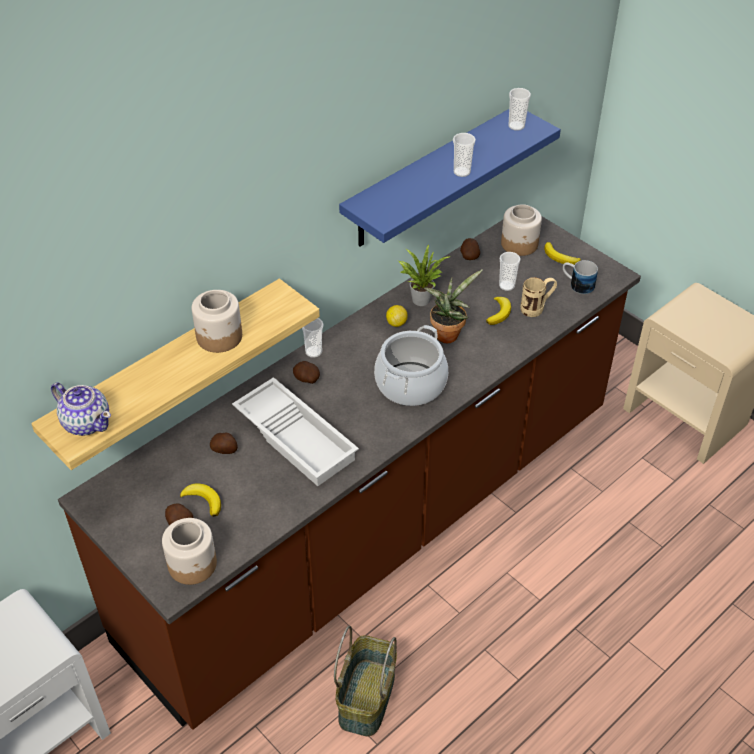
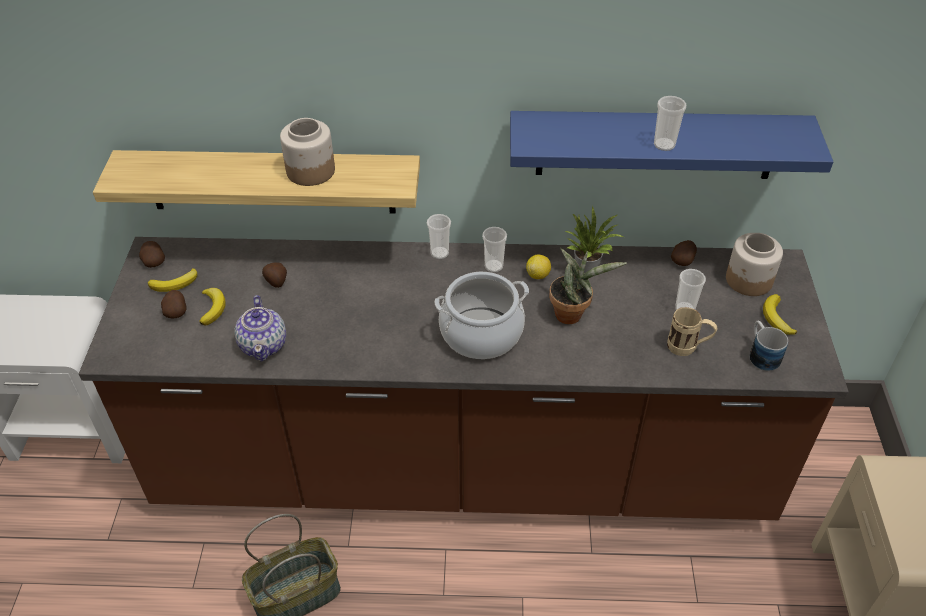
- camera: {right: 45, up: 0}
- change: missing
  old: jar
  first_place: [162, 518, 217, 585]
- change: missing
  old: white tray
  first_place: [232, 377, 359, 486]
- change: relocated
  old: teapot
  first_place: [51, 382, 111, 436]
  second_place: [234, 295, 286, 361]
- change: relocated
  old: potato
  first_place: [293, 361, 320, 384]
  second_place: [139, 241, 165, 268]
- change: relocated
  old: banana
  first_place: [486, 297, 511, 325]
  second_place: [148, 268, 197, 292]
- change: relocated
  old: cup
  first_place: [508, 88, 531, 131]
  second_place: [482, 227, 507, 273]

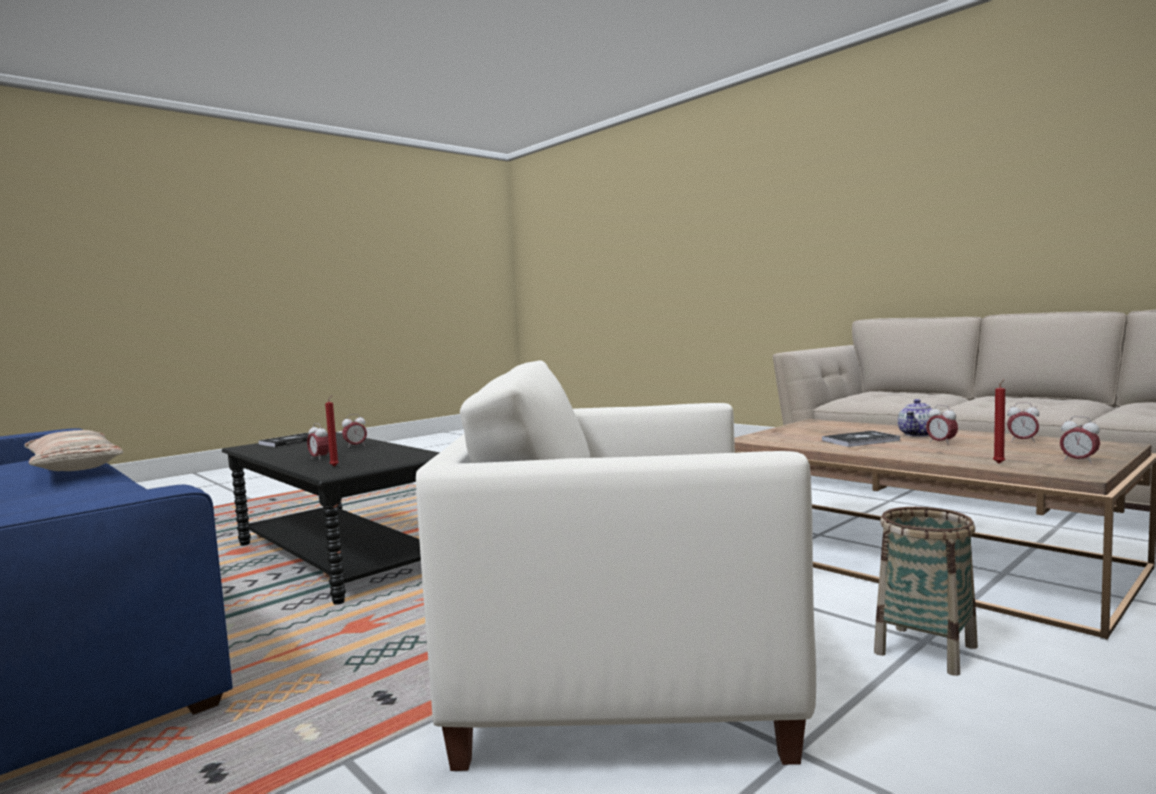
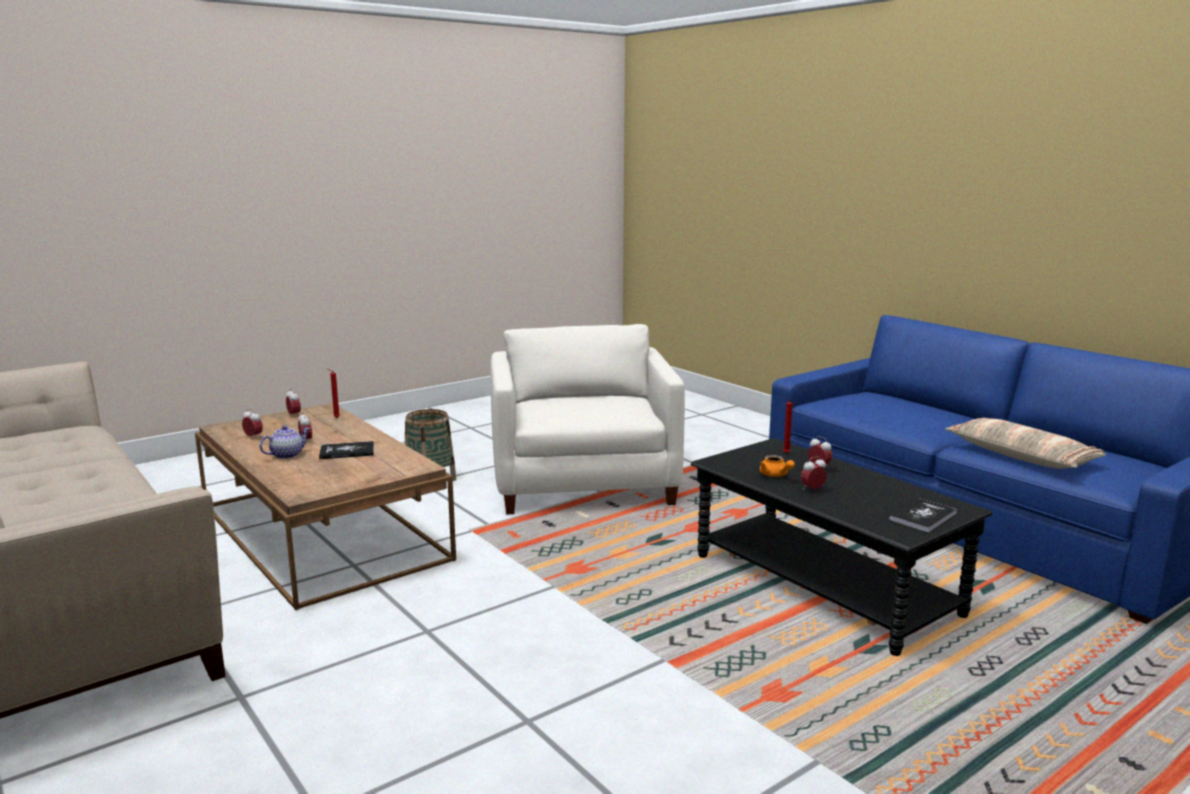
- camera: {right: -175, up: 10}
- change: appeared
  new: orange teapot
  second_place: [760, 455, 795, 477]
- change: spun
  old: white armchair
  first_place: [416, 361, 816, 771]
  second_place: [490, 324, 685, 515]
  degrees: -105

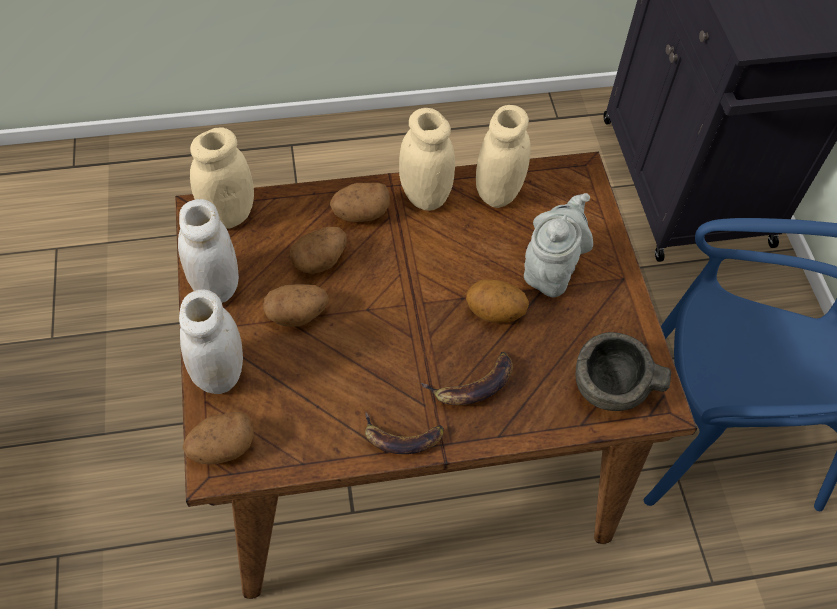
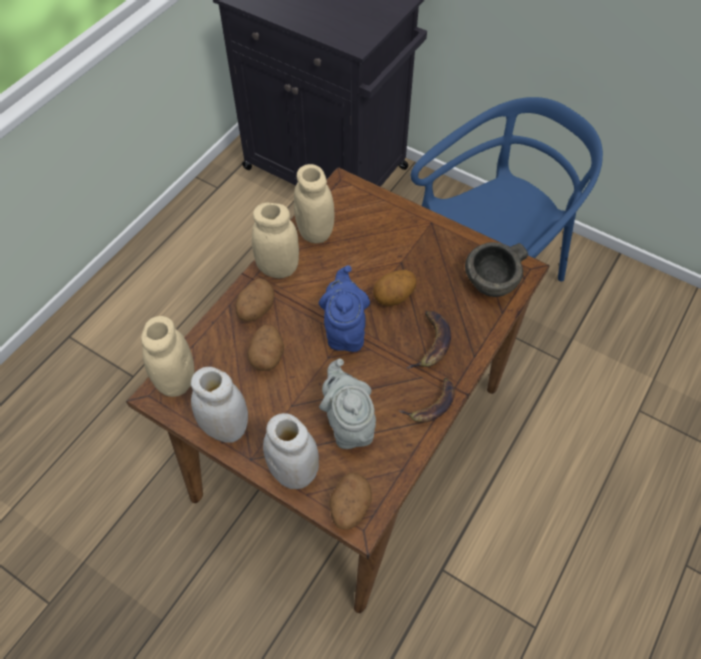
- camera: {right: -45, up: 0}
- change: missing
  old: potato
  first_place: [263, 284, 329, 327]
- change: appeared
  new: blue teapot
  second_place: [319, 265, 370, 352]
- change: relocated
  old: grey teapot
  first_place: [524, 193, 593, 298]
  second_place: [319, 359, 376, 449]

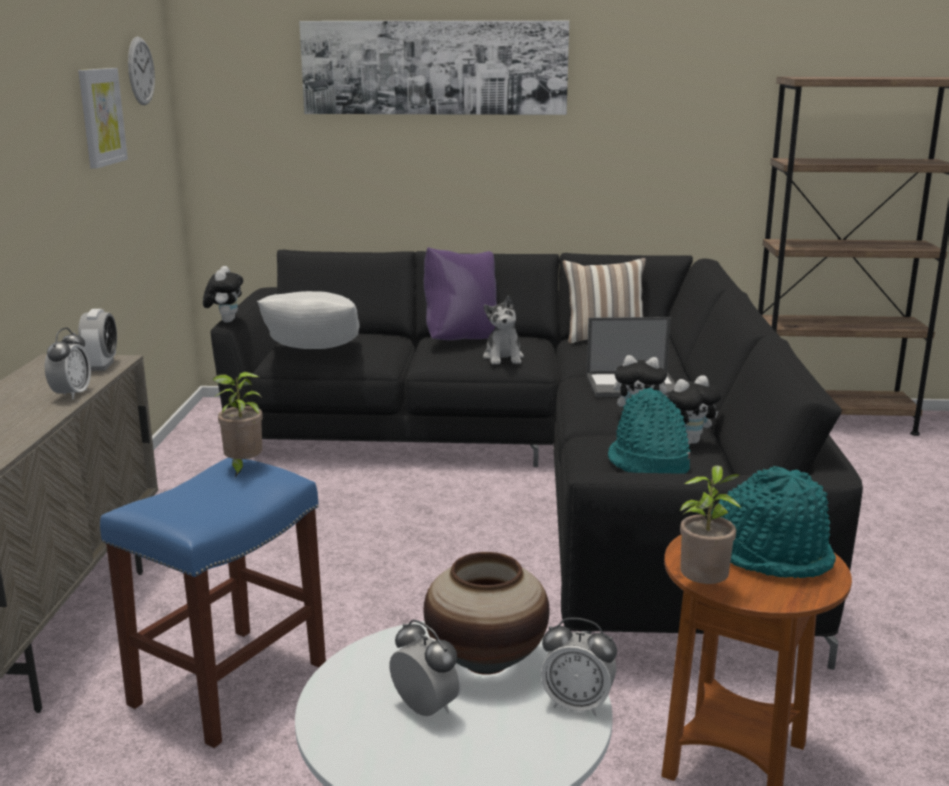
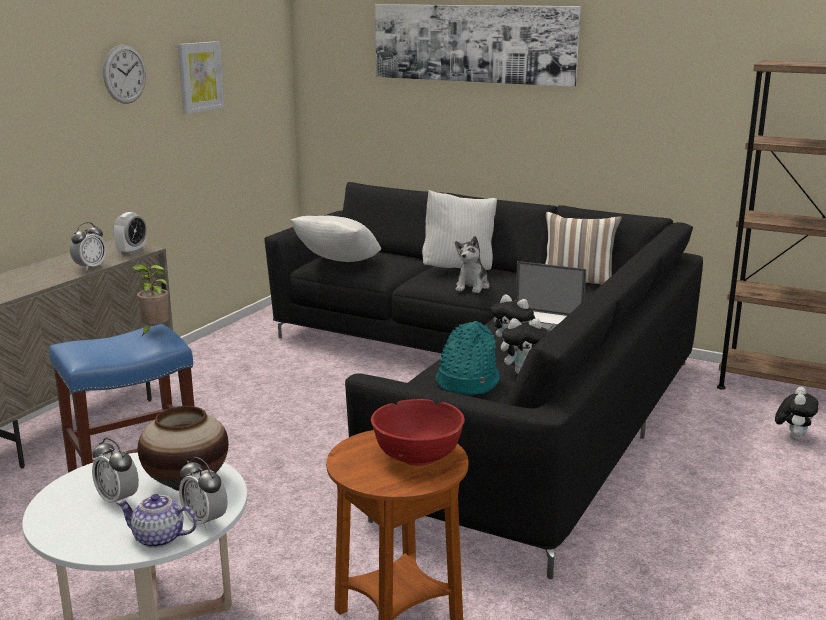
- camera: {right: 25, up: 0}
- change: missing
  old: potted plant
  first_place: [680, 465, 741, 584]
- change: appeared
  new: teapot
  second_place: [116, 494, 197, 548]
- change: relocated
  old: wall clock
  first_place: [128, 37, 155, 105]
  second_place: [103, 45, 146, 104]
- change: relocated
  old: plush toy
  first_place: [203, 266, 243, 323]
  second_place: [775, 387, 818, 440]
- change: exchanged
  old: turquoise hat
  new: red bowl
  first_place: [711, 466, 836, 578]
  second_place: [371, 399, 465, 466]
- change: colour
  old: purple pillow
  new: white pillow
  first_place: [424, 247, 497, 340]
  second_place: [422, 190, 497, 270]
- change: spun
  old: alarm clock
  first_place: [389, 619, 461, 716]
  second_place: [92, 438, 139, 508]
  degrees: 150

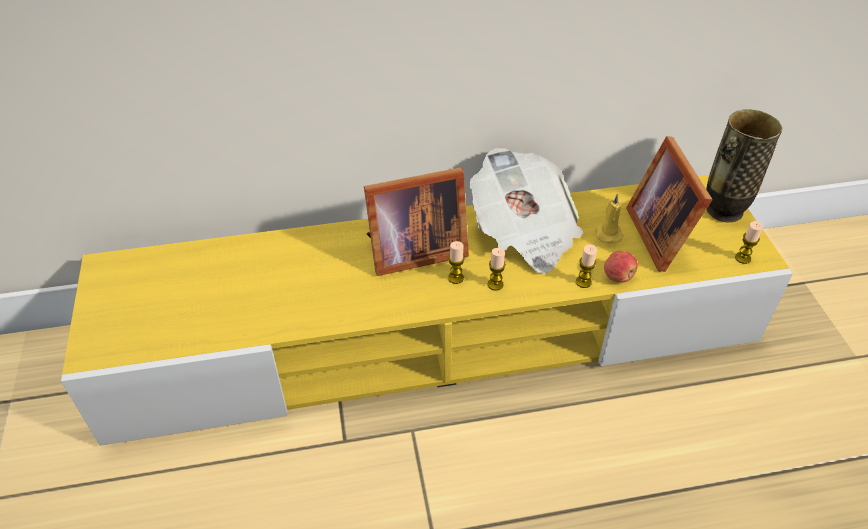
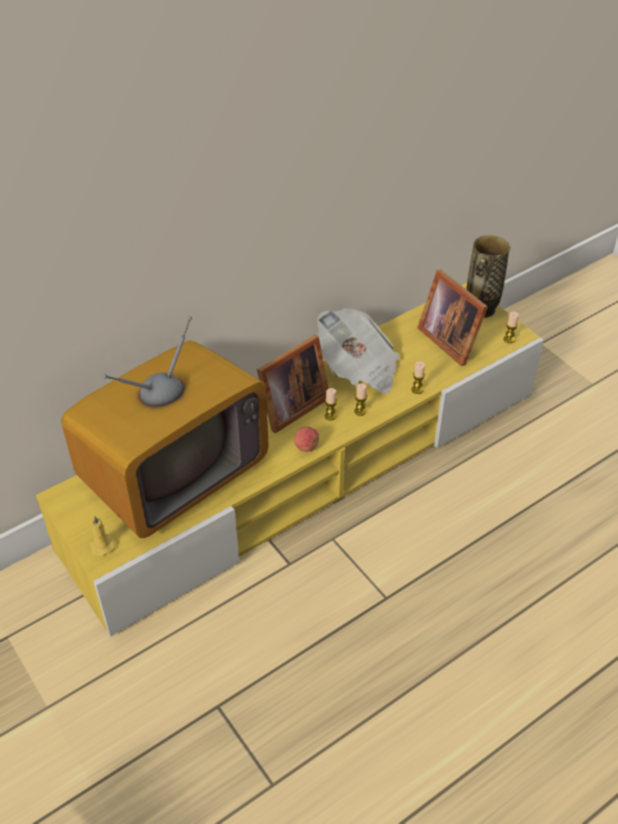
- camera: {right: -25, up: 0}
- change: appeared
  new: television
  second_place: [61, 316, 269, 538]
- change: relocated
  old: yellow candle
  first_place: [595, 193, 624, 243]
  second_place: [89, 516, 116, 556]
- change: relocated
  old: apple
  first_place: [604, 251, 638, 283]
  second_place: [294, 427, 319, 452]

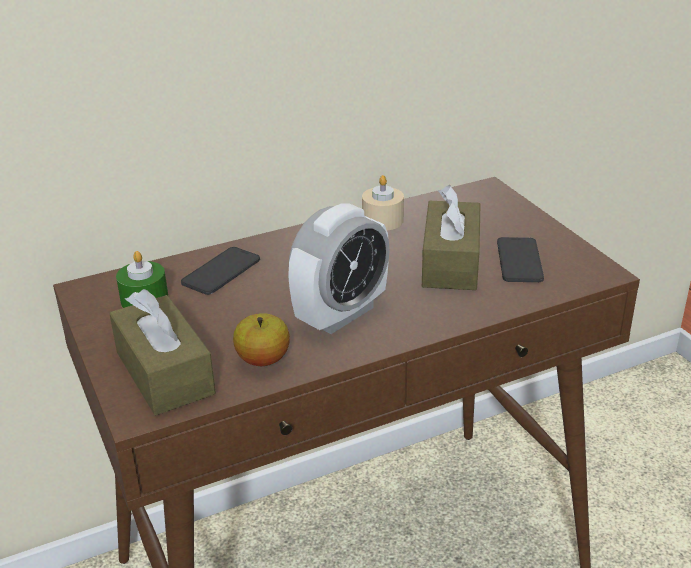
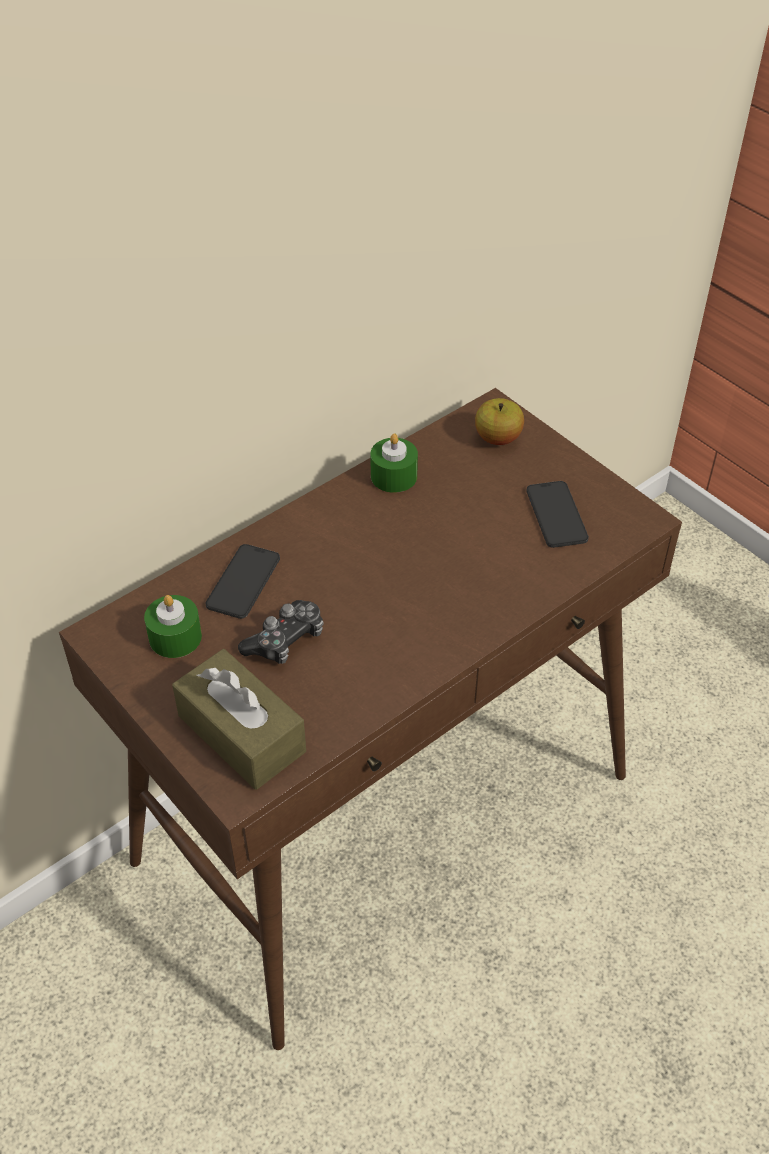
- camera: {right: -15, up: 15}
- change: missing
  old: alarm clock
  first_place: [288, 203, 390, 334]
- change: missing
  old: brown tissue box
  first_place: [422, 185, 480, 290]
- change: appeared
  new: game controller
  second_place: [238, 600, 324, 664]
- change: relocated
  old: apple
  first_place: [233, 313, 290, 366]
  second_place: [475, 398, 524, 445]
- change: colour
  old: beige candle
  new: green candle
  first_place: [362, 175, 404, 230]
  second_place: [370, 433, 418, 493]

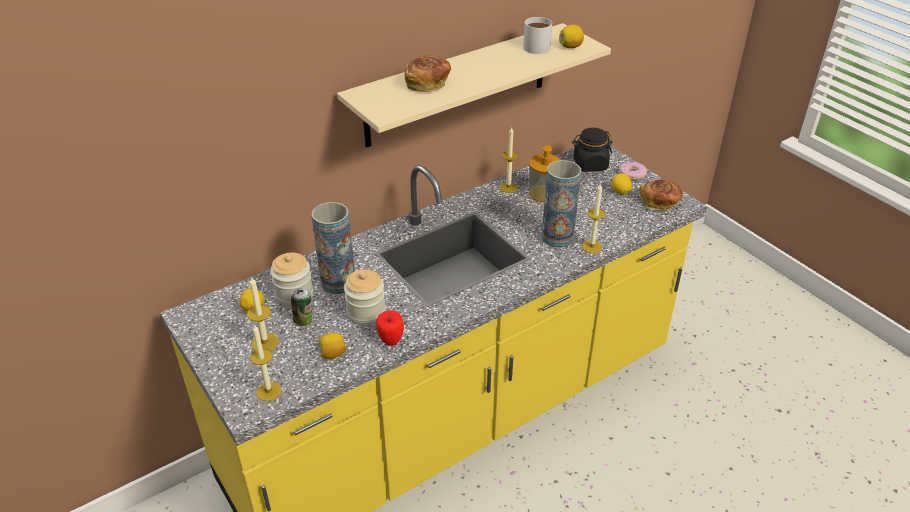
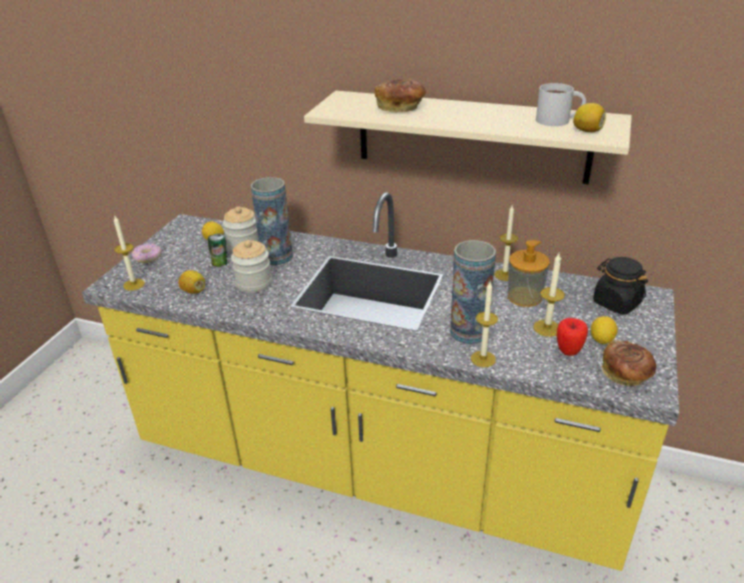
- camera: {right: 55, up: -5}
- change: relocated
  old: candle
  first_place: [247, 276, 279, 351]
  second_place: [533, 253, 565, 337]
- change: relocated
  old: apple
  first_place: [376, 310, 404, 346]
  second_place: [557, 318, 588, 356]
- change: relocated
  old: donut
  first_place: [619, 162, 647, 180]
  second_place: [132, 243, 161, 263]

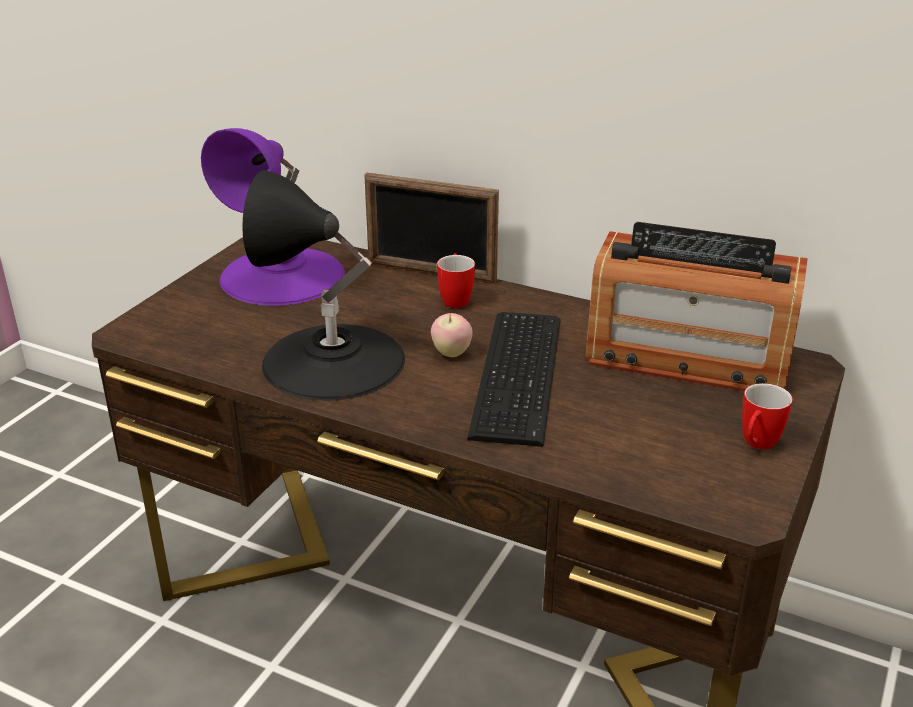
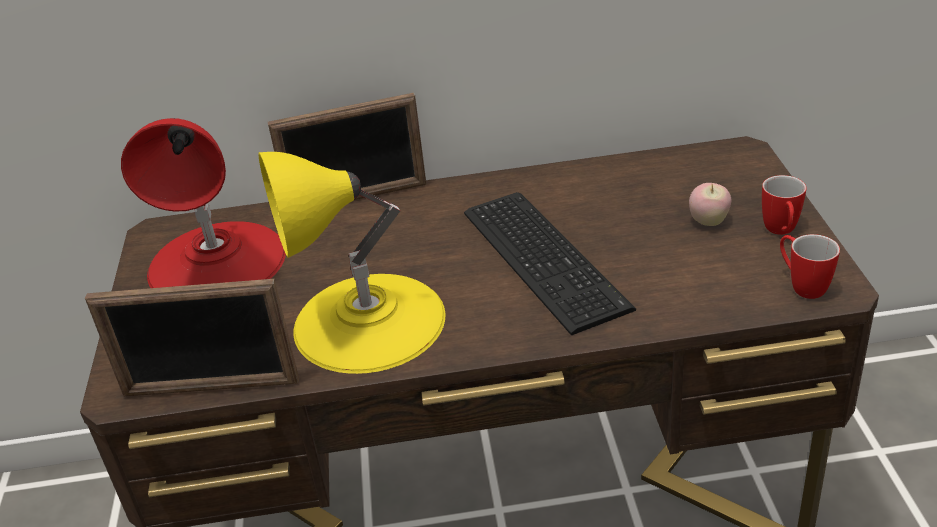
- camera: {right: -30, up: 5}
- change: missing
  old: radio
  first_place: [585, 222, 808, 391]
- change: appeared
  new: picture frame
  second_place: [85, 279, 299, 397]
- change: relocated
  old: apple
  first_place: [431, 313, 472, 357]
  second_place: [689, 183, 731, 226]
- change: relocated
  old: mug
  first_place: [437, 253, 475, 308]
  second_place: [780, 234, 840, 299]
- change: colour
  old: purple table lamp
  new: red table lamp
  first_place: [201, 128, 345, 306]
  second_place: [121, 118, 286, 288]
- change: colour
  old: black table lamp
  new: yellow table lamp
  first_place: [242, 170, 405, 401]
  second_place: [258, 152, 445, 374]

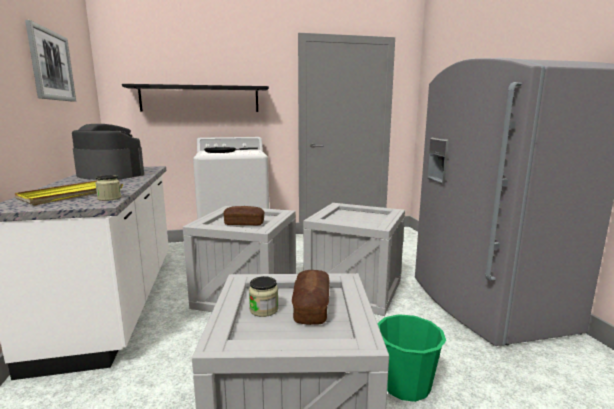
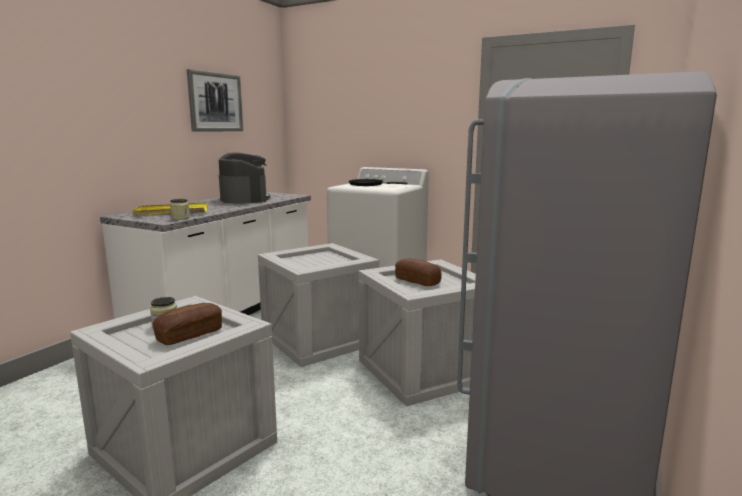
- camera: {right: 40, up: 0}
- change: missing
  old: black shelf
  first_place: [122, 84, 269, 112]
- change: missing
  old: green bucket
  first_place: [377, 314, 446, 402]
- change: relocated
  old: bread
  first_place: [223, 206, 264, 226]
  second_place: [395, 259, 442, 286]

